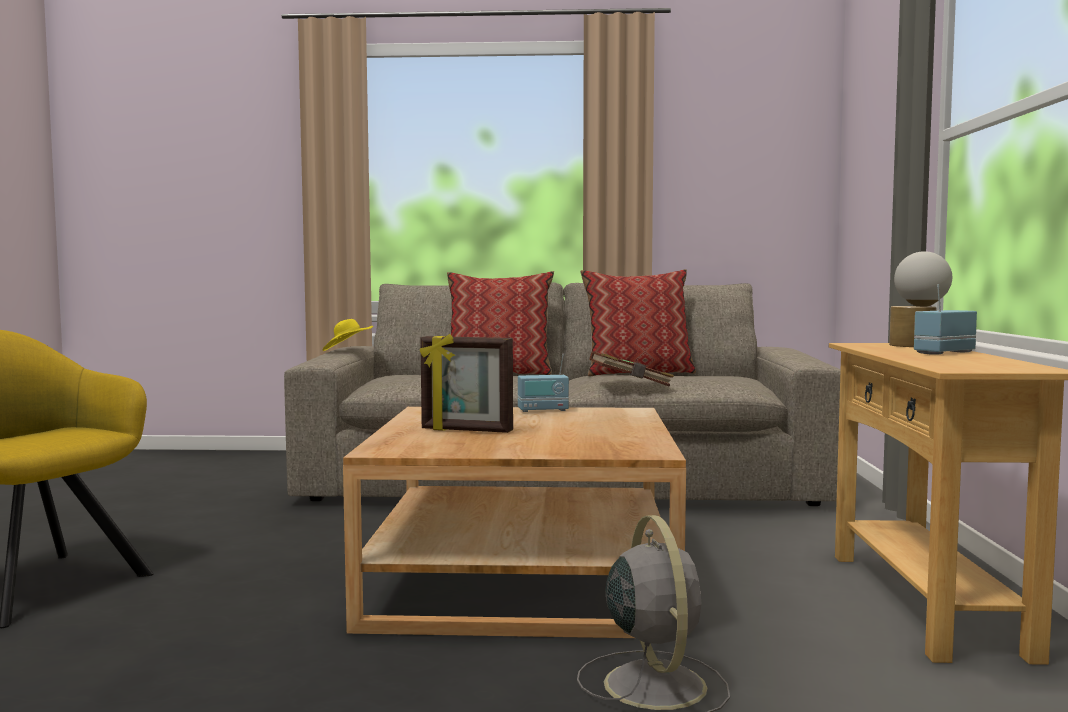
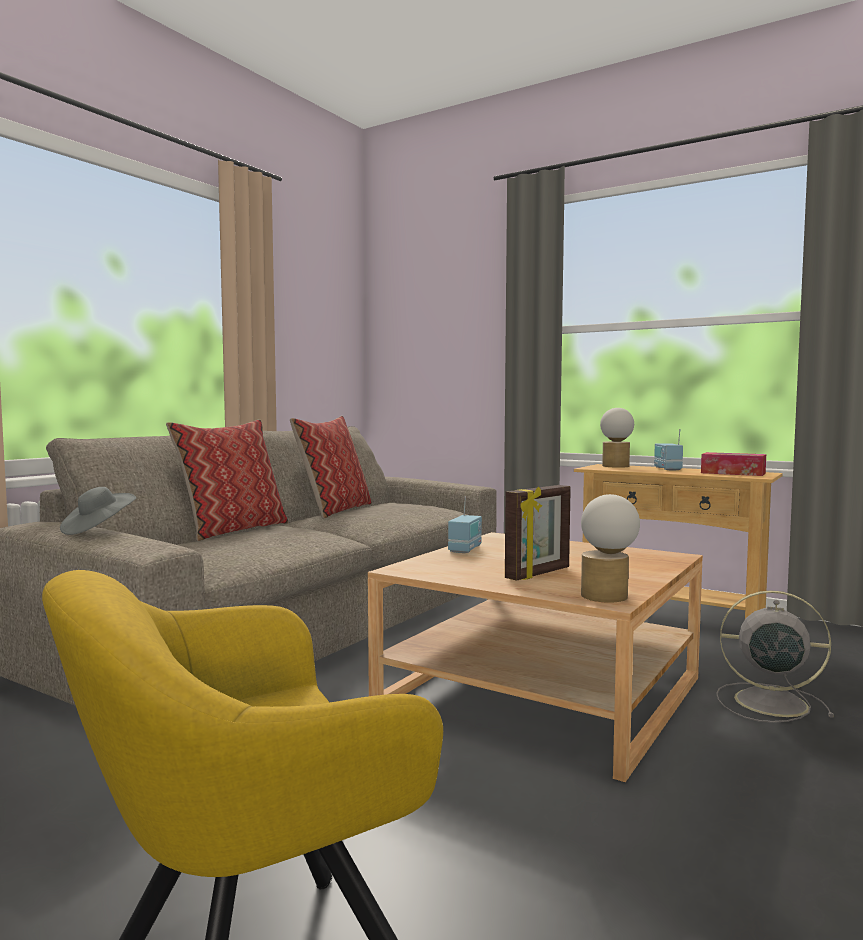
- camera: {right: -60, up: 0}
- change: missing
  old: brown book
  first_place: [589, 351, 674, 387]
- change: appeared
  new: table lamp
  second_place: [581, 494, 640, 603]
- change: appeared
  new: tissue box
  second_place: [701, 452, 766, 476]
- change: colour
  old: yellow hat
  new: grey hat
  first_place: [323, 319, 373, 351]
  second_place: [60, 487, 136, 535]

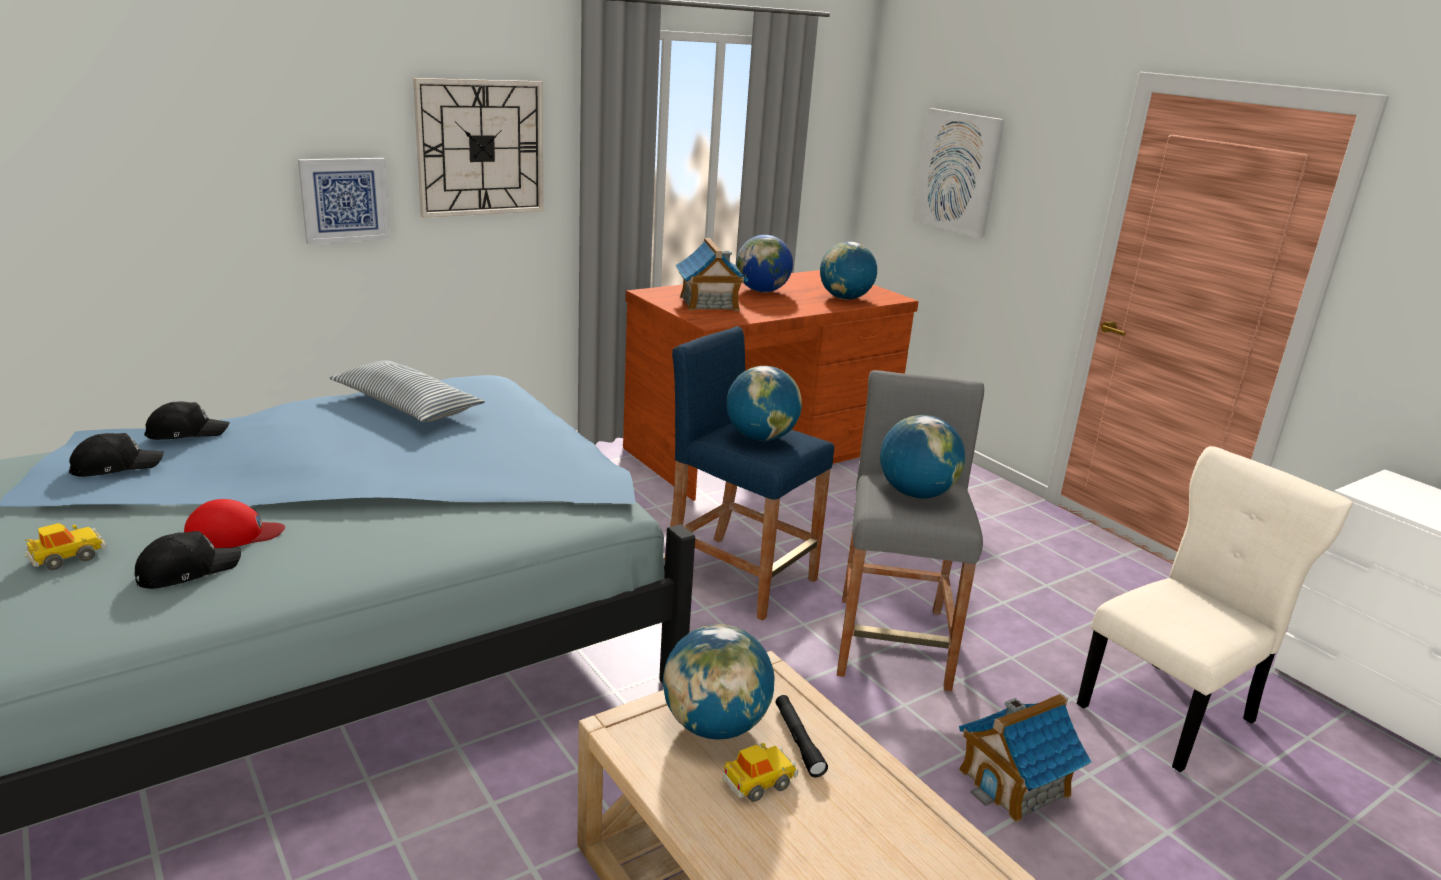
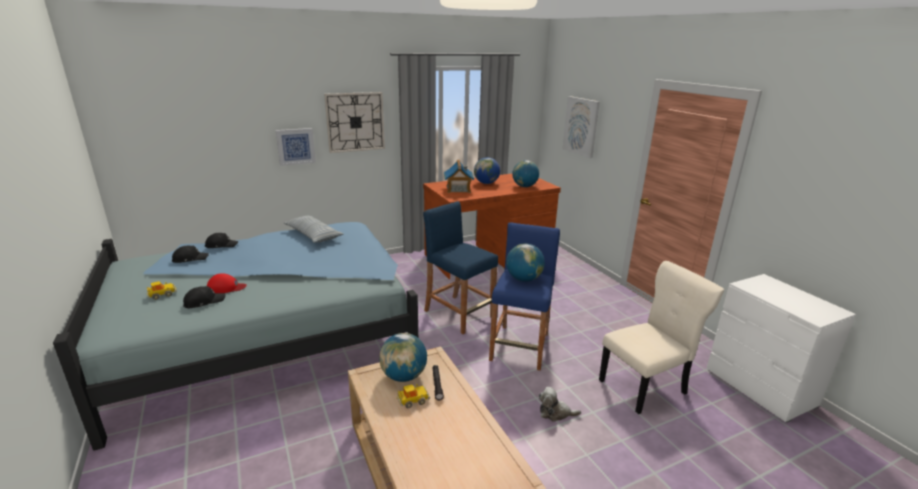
- camera: {right: 10, up: 0}
- change: missing
  old: globe
  first_place: [727, 366, 802, 441]
- change: exchanged
  old: toy house
  new: plush toy
  first_place: [959, 694, 1092, 822]
  second_place: [539, 387, 581, 422]
- change: colour
  old: grey stool
  new: blue stool
  first_place: [837, 370, 984, 691]
  second_place: [489, 222, 560, 371]

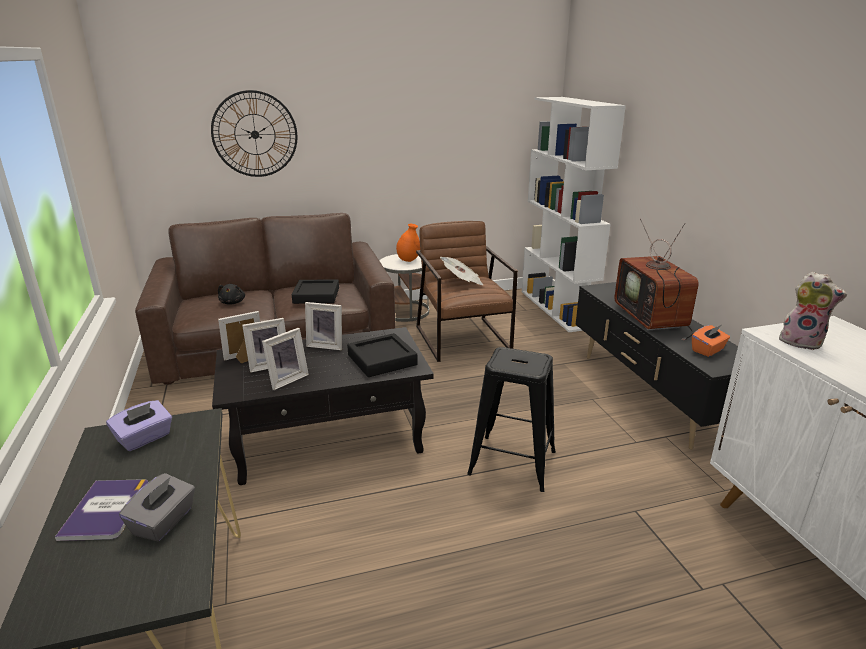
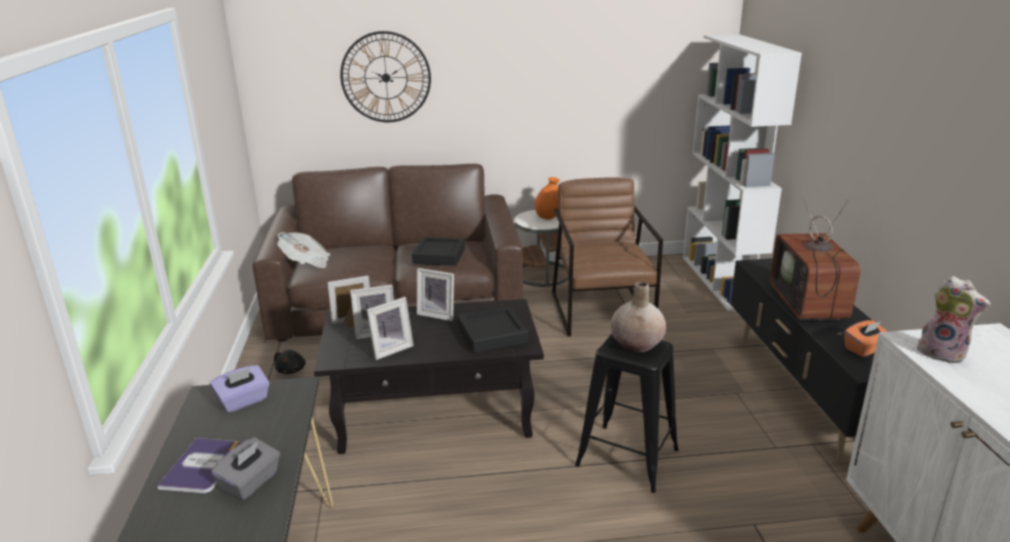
- camera: {right: 10, up: 0}
- change: appeared
  new: beige vase
  second_place: [611, 282, 666, 352]
- change: relocated
  old: black plush toy
  first_place: [218, 284, 245, 305]
  second_place: [274, 350, 306, 374]
- change: relocated
  old: newspaper
  first_place: [440, 257, 483, 285]
  second_place: [277, 232, 330, 268]

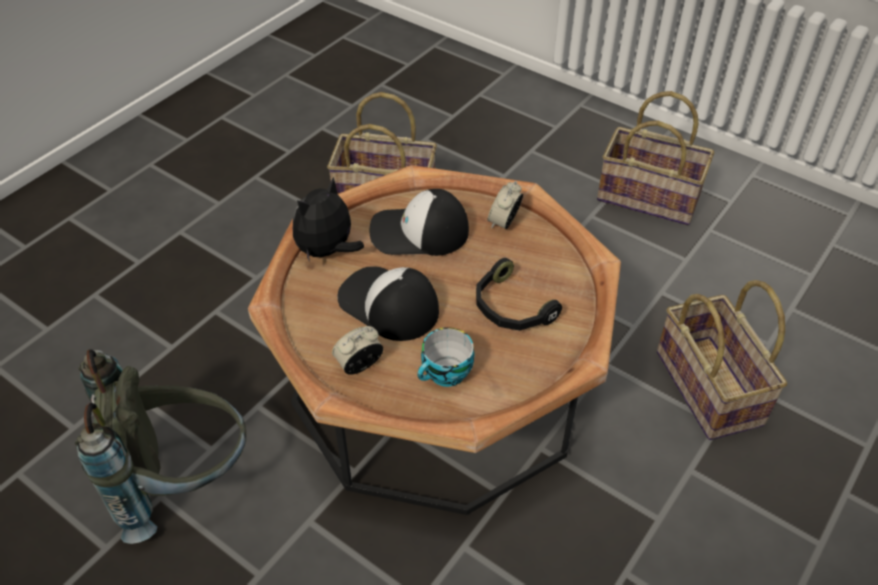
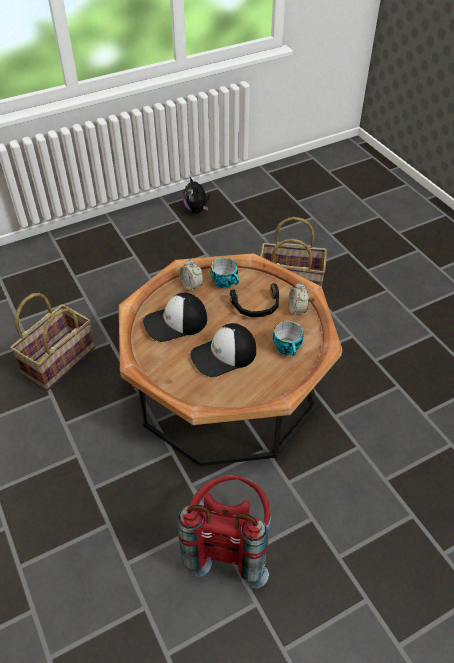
- camera: {right: -65, up: 0}
- change: missing
  old: basket
  first_place: [597, 91, 714, 225]
- change: appeared
  new: cup
  second_place: [210, 257, 239, 289]
- change: relocated
  old: plush toy
  first_place: [293, 177, 364, 262]
  second_place: [183, 177, 210, 213]
- change: relocated
  old: alarm clock
  first_place: [332, 326, 384, 375]
  second_place: [288, 282, 309, 315]
- change: colour
  old: grey backpack
  new: red backpack
  first_place: [75, 349, 246, 544]
  second_place: [177, 475, 271, 589]
- change: spun
  old: cap
  first_place: [370, 189, 469, 256]
  second_place: [143, 293, 207, 342]
  degrees: 45

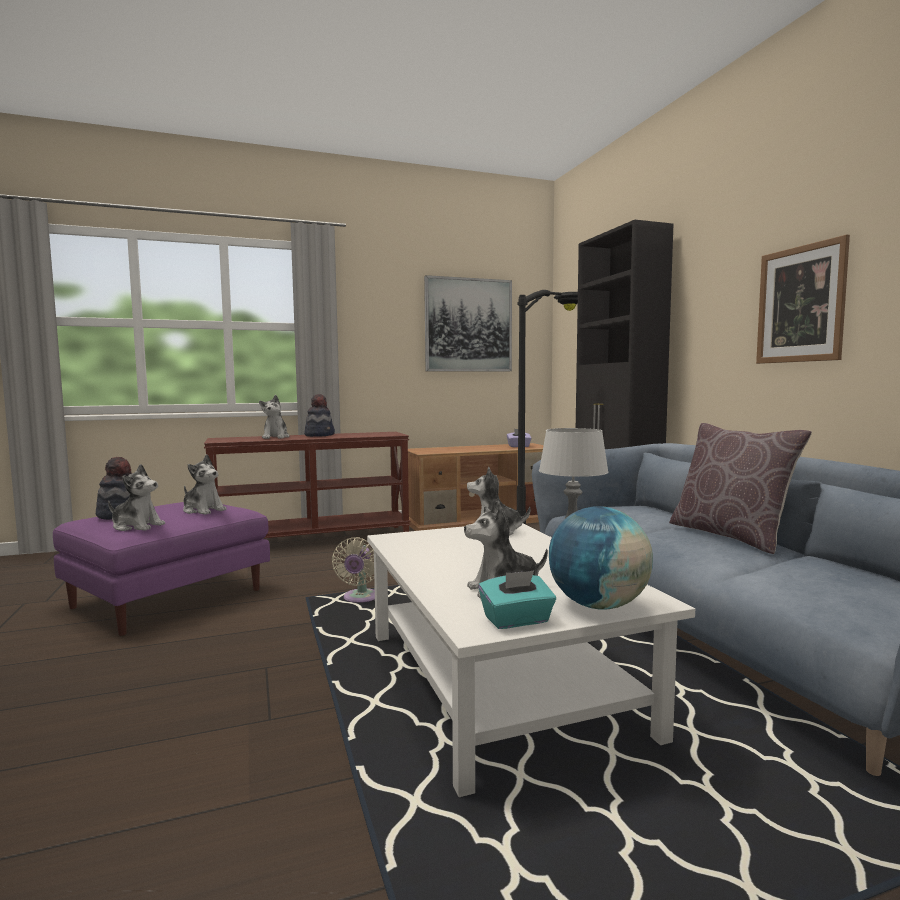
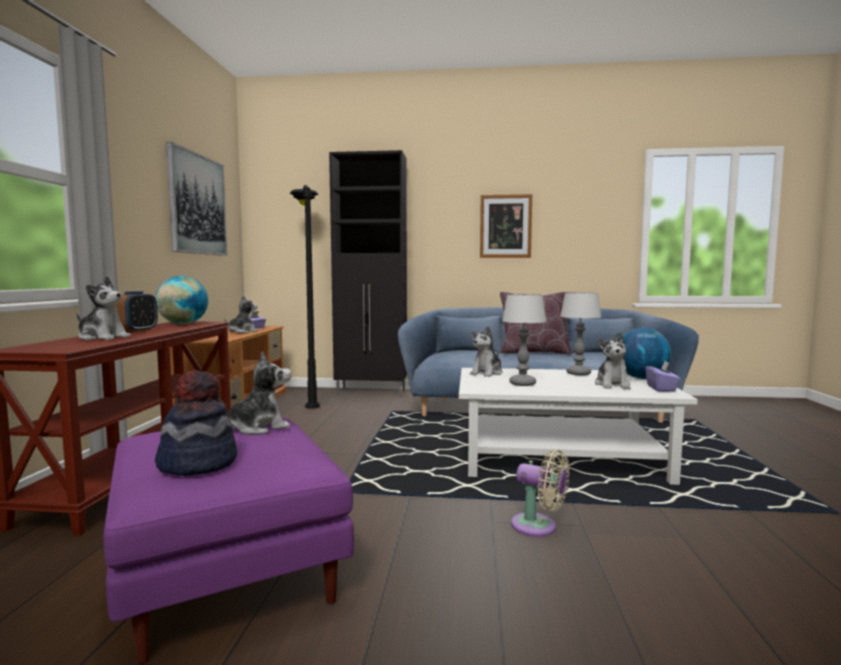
- camera: {right: -65, up: 0}
- change: appeared
  new: globe
  second_place: [155, 276, 208, 324]
- change: appeared
  new: table lamp
  second_place: [502, 294, 547, 386]
- change: relocated
  old: plush toy
  first_place: [108, 464, 165, 531]
  second_place: [224, 295, 258, 333]
- change: relocated
  old: beige fan
  first_place: [332, 537, 375, 603]
  second_place: [511, 449, 569, 537]
- change: exchanged
  old: hat
  new: alarm clock
  first_place: [304, 394, 335, 437]
  second_place: [116, 291, 158, 332]
- change: colour
  old: turquoise tissue box
  new: purple tissue box
  first_place: [478, 571, 556, 629]
  second_place: [645, 361, 680, 392]

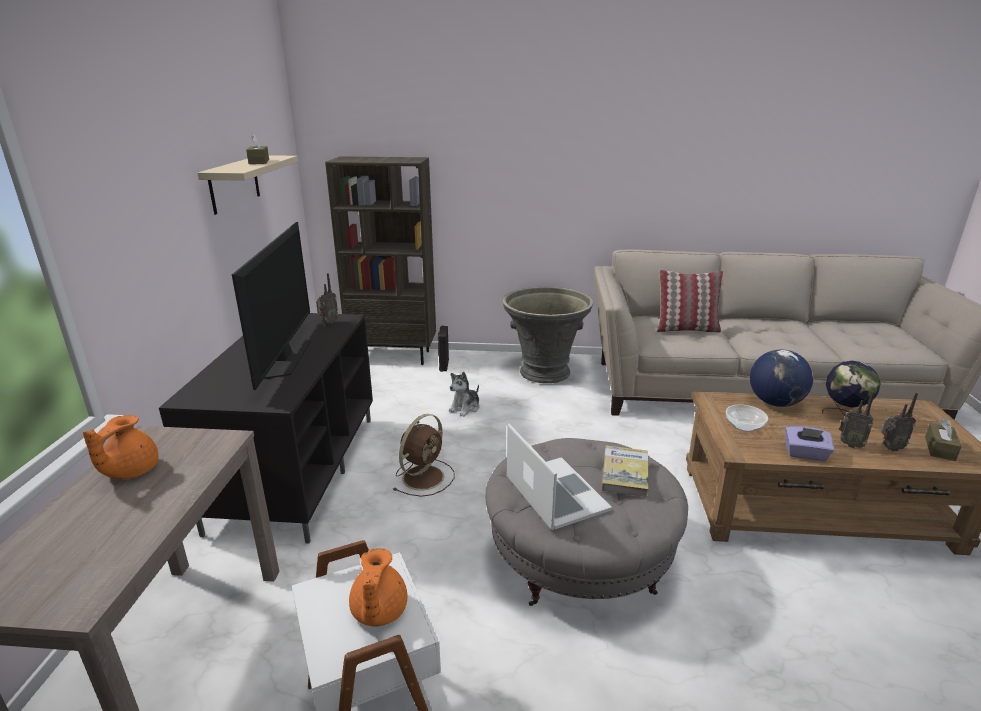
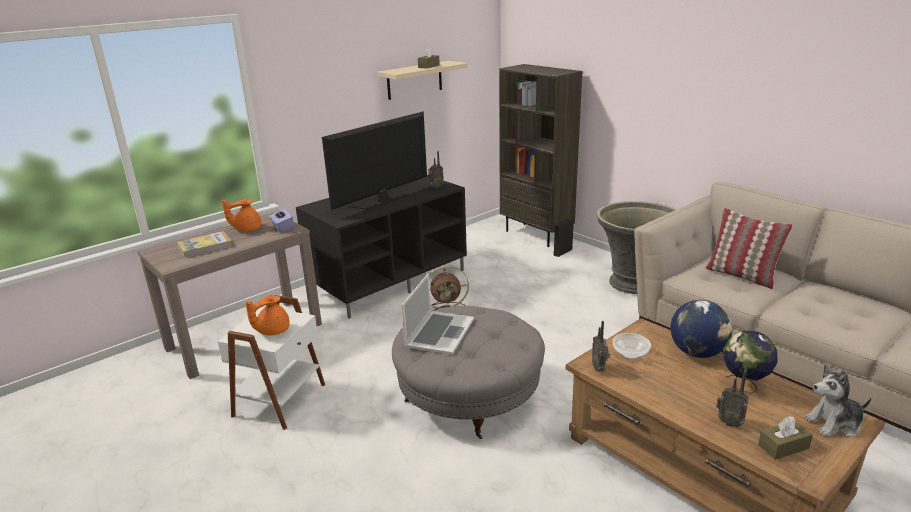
- camera: {right: 45, up: 0}
- change: relocated
  old: plush toy
  first_place: [449, 372, 480, 417]
  second_place: [804, 364, 871, 437]
- change: relocated
  old: book
  first_place: [602, 446, 649, 497]
  second_place: [177, 231, 232, 258]
- change: relocated
  old: purple tissue box
  first_place: [785, 426, 834, 461]
  second_place: [269, 208, 293, 232]
- change: relocated
  old: radio
  first_place: [839, 391, 875, 448]
  second_place: [592, 321, 610, 372]

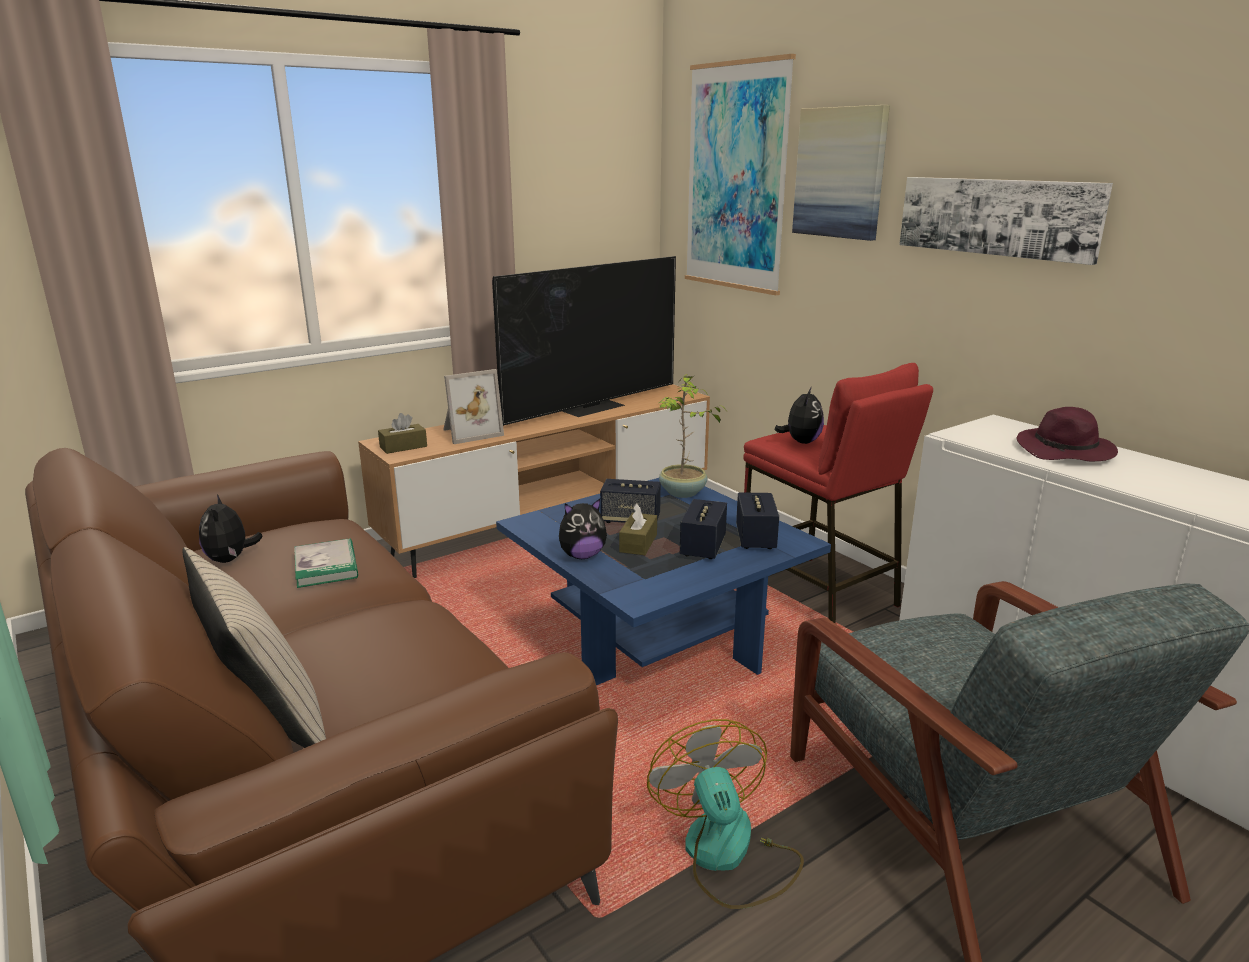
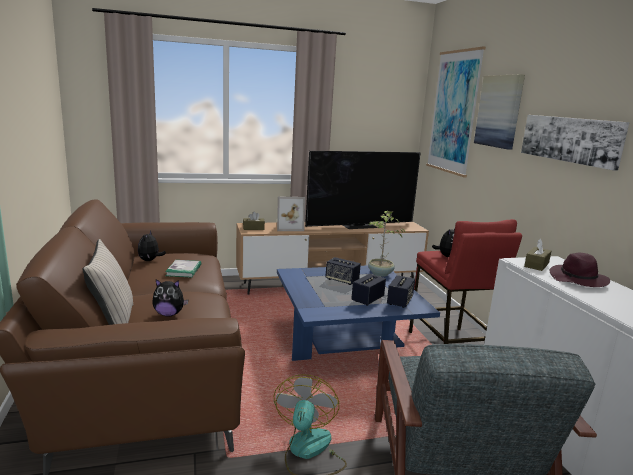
- camera: {right: 20, up: -5}
- change: relocated
  old: plush toy
  first_place: [559, 499, 607, 559]
  second_place: [152, 279, 189, 316]
- change: relocated
  old: brown tissue box
  first_place: [619, 503, 657, 555]
  second_place: [524, 239, 551, 271]

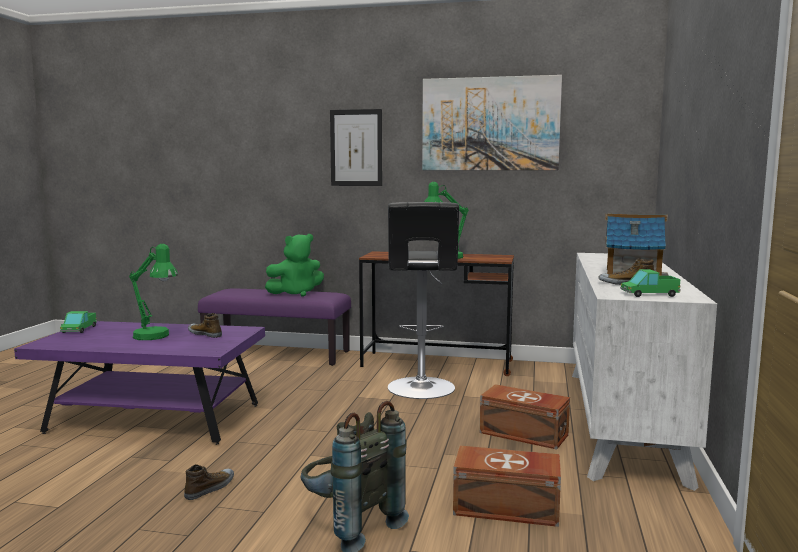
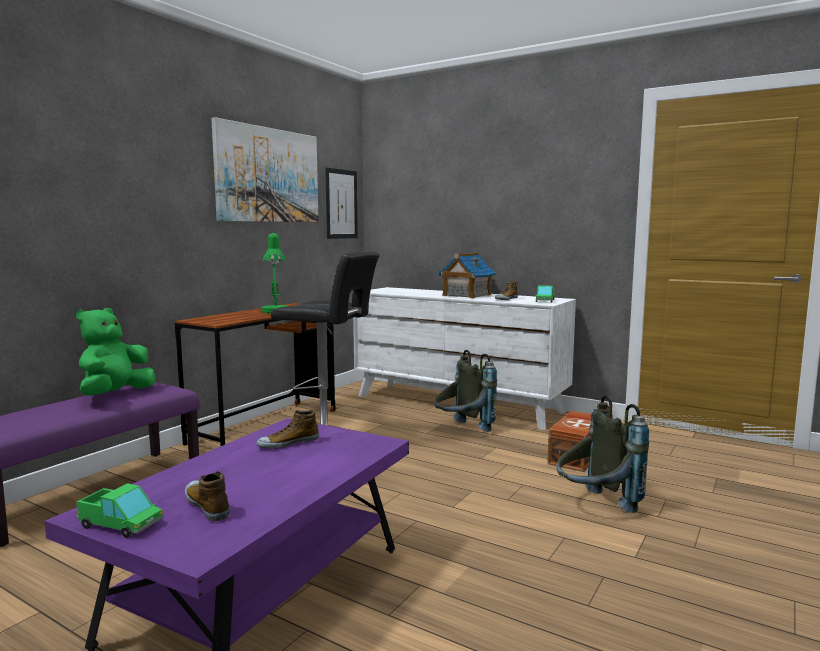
- camera: {right: -70, up: 0}
- change: missing
  old: green table lamp
  first_place: [129, 244, 178, 340]
- change: relocated
  old: shoe
  first_place: [184, 464, 234, 500]
  second_place: [185, 471, 230, 521]
- change: relocated
  old: picture
  first_place: [330, 109, 382, 186]
  second_place: [325, 168, 358, 239]
- change: exchanged
  old: brown storage box
  new: grey backpack
  first_place: [480, 384, 570, 450]
  second_place: [434, 350, 497, 432]
- change: spun
  old: green plush toy
  first_place: [265, 234, 324, 297]
  second_place: [76, 308, 156, 396]
  degrees: -150

